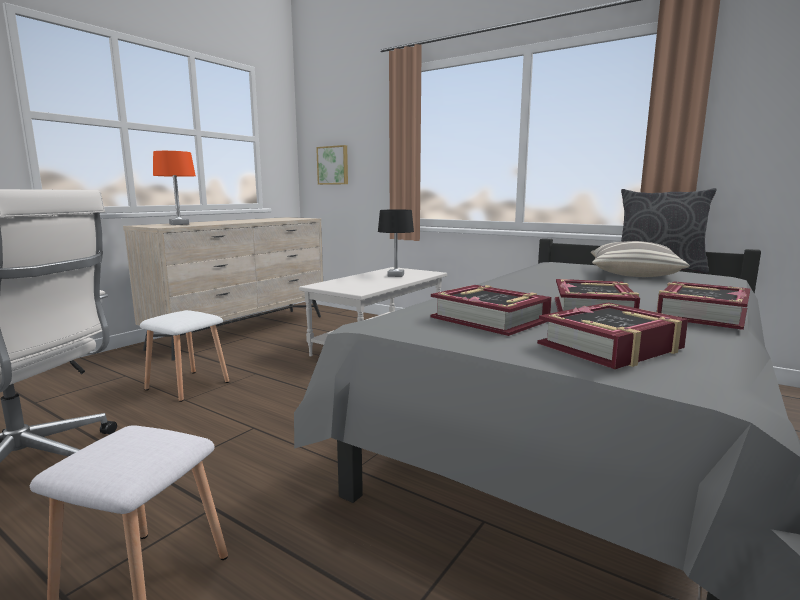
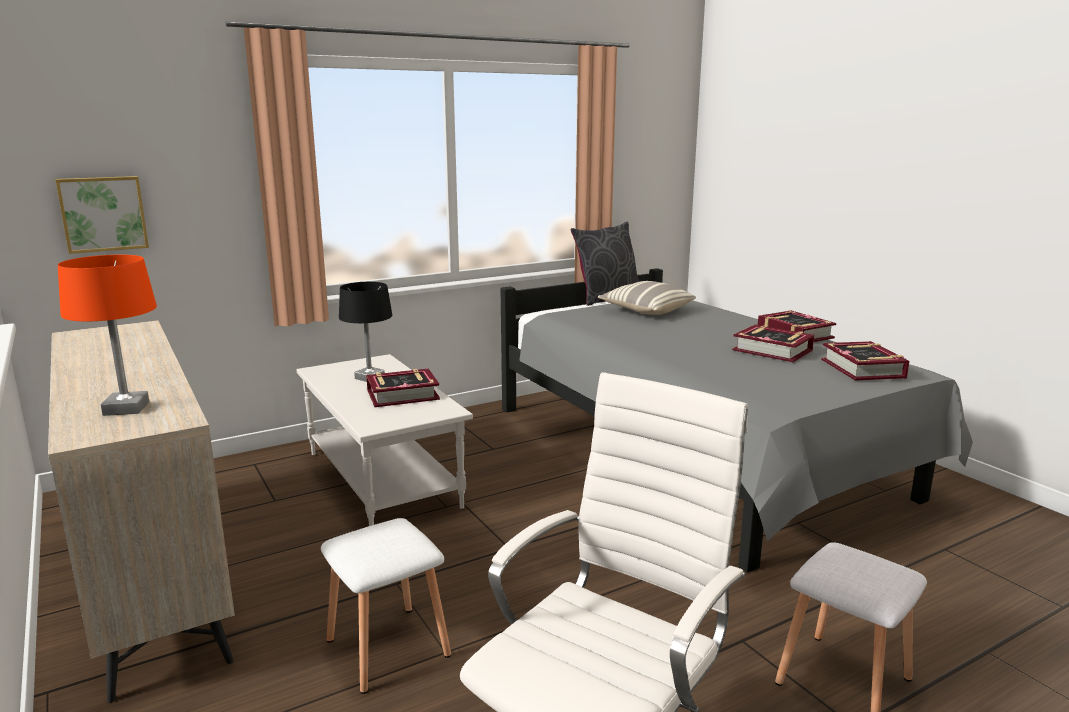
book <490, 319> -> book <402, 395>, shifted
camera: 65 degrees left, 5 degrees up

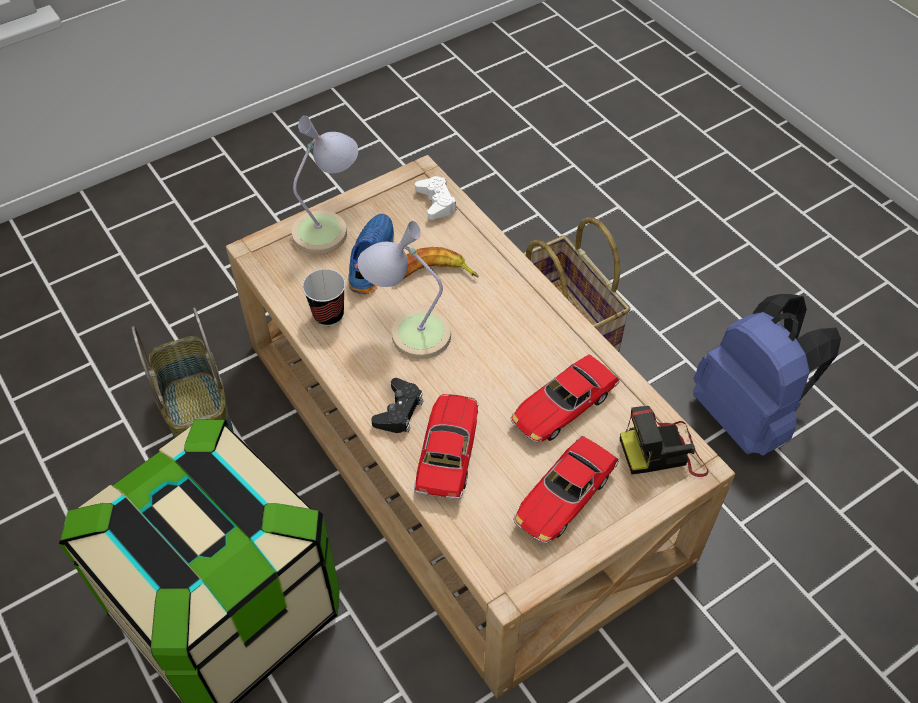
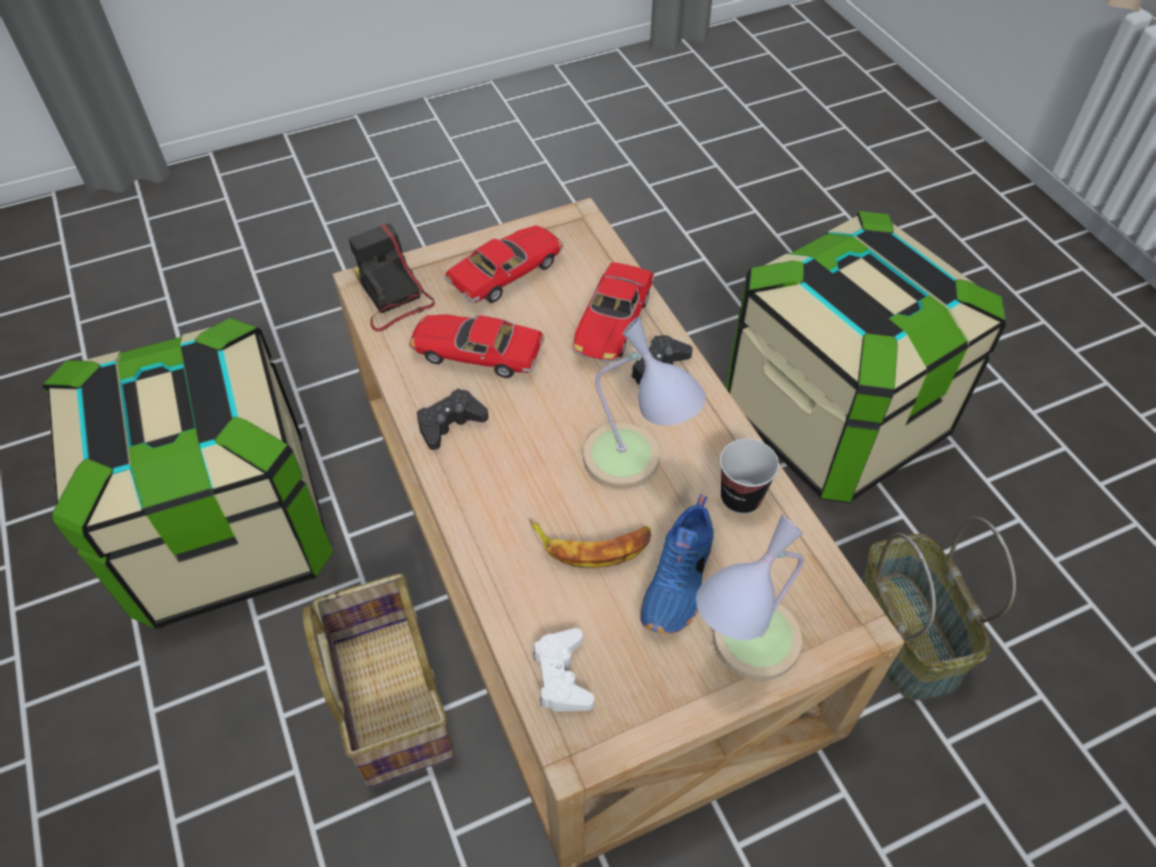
miniature car <562, 407> -> miniature car <477, 353>, 135 degrees counterclockwise
photo camera <663, 452> -> photo camera <392, 296>, 120 degrees counterclockwise
knapsack (bluish) <747, 416> -> storage box <227, 532>
none -> gamepad (black) <450, 423>
camera: 170 degrees left, 0 degrees up

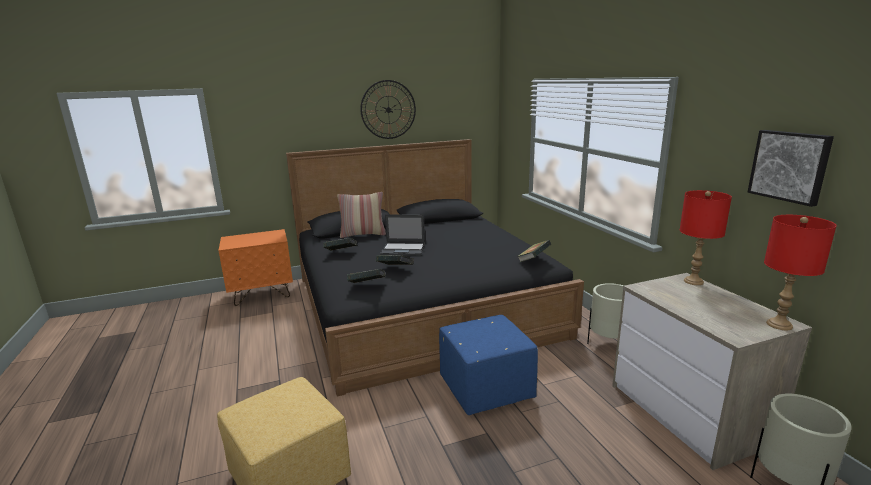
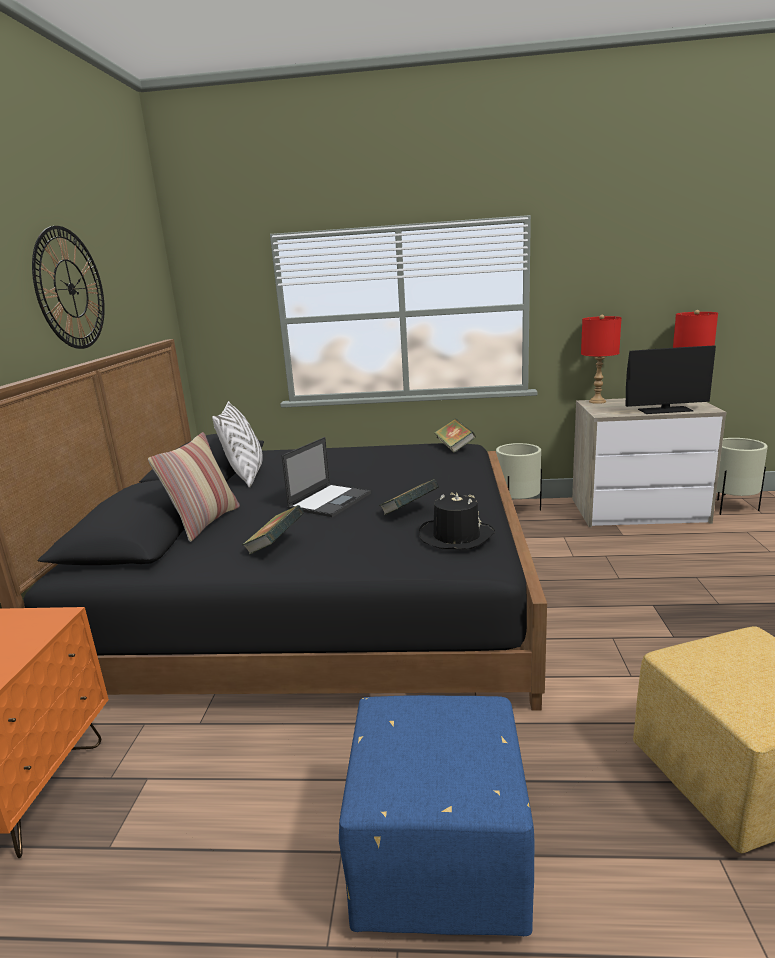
book <367, 286> -> hat (black) <456, 536>
ottoman (bluish) <486, 389> -> ottoman (bluish) <436, 859>, shifted
wall art <789, 166> -> none
none -> throw pillow (white) <246, 476>
none -> monitor <665, 410>
camera: 65 degrees left, 0 degrees up

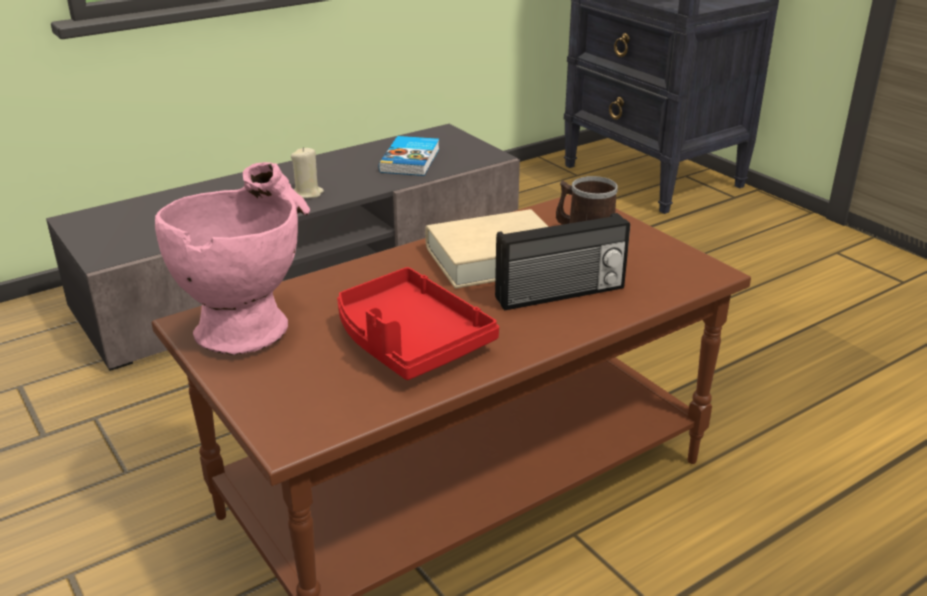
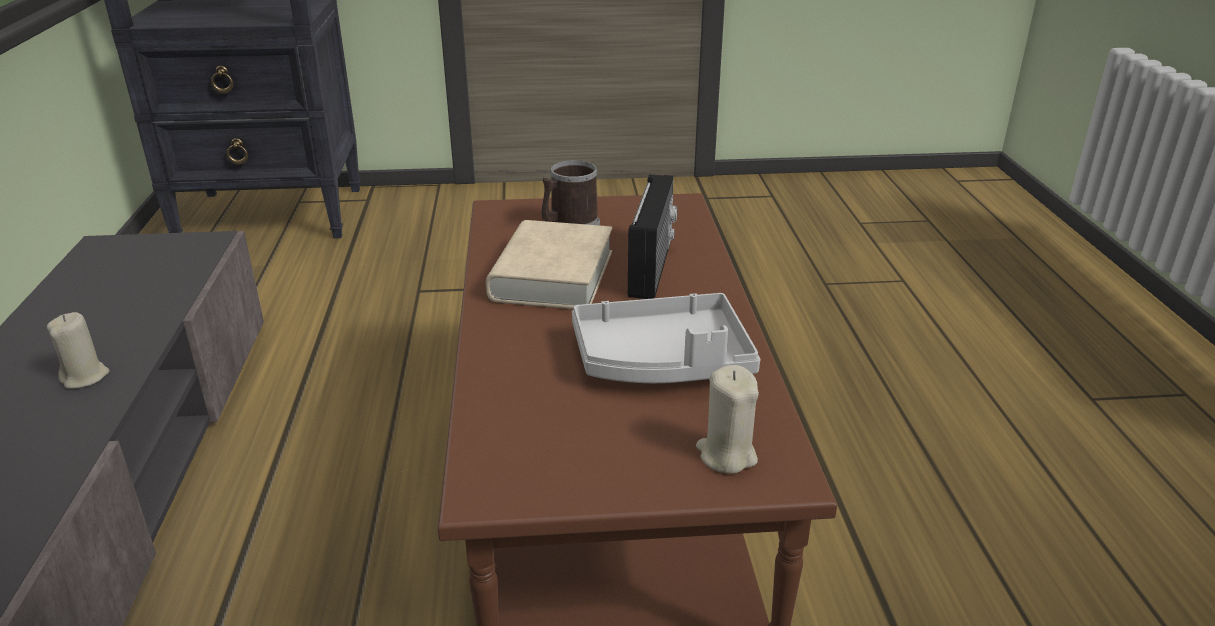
flower vase (pink-coloured) <249, 323> -> none
tray (red-coloured) <409, 341> -> tray (gray) <662, 361>
book <411, 160> -> none
none -> wax light (beige) <726, 455>
camera: 60 degrees left, 0 degrees up

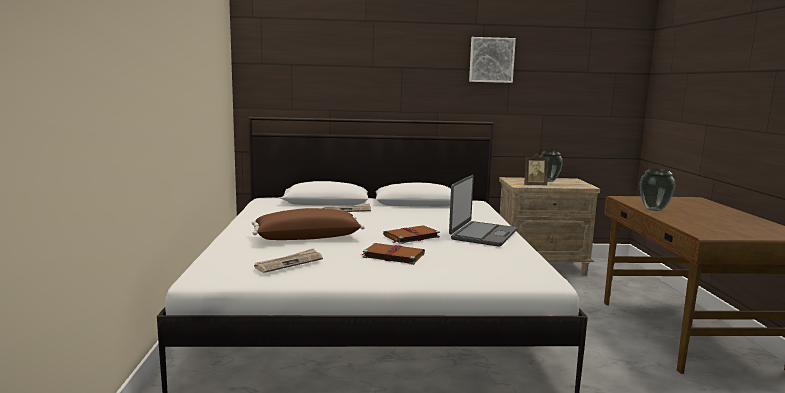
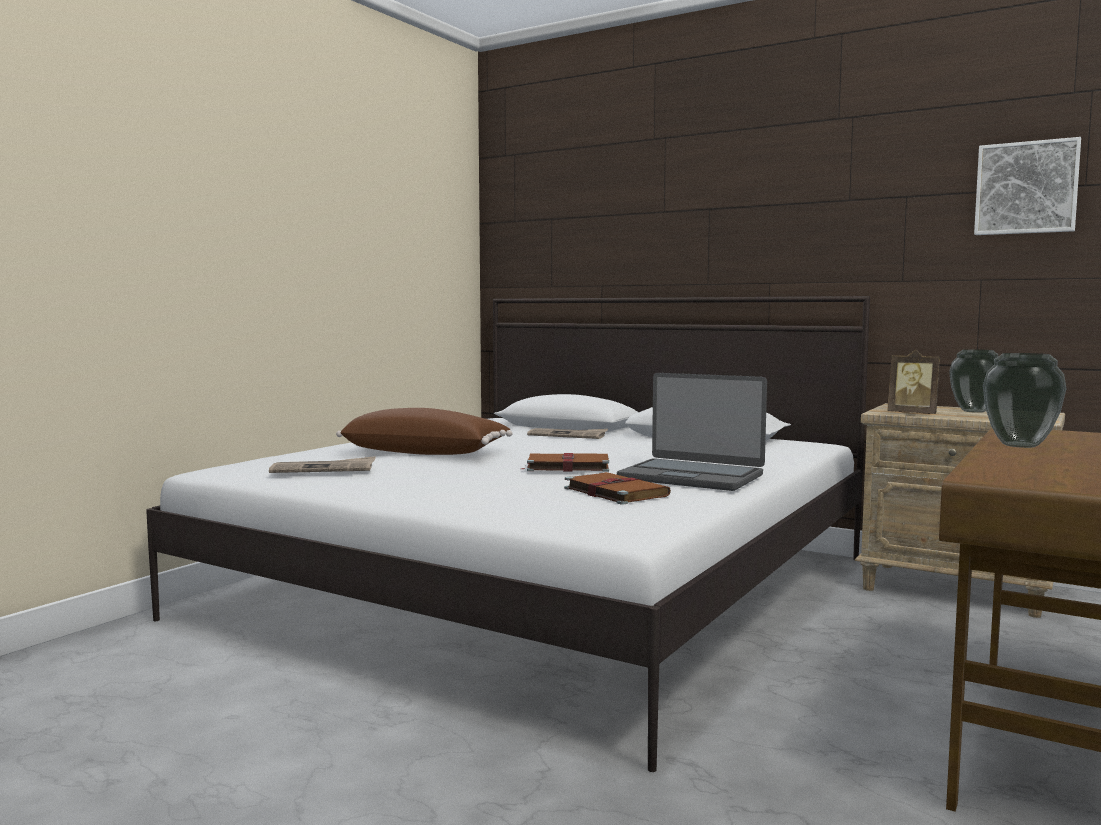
book (brown-coloured) <392, 255> -> book (brown-coloured) <614, 492>, shifted
laptop <482, 235> -> laptop <691, 477>, 60 degrees clockwise
wall art <491, 60> -> wall art <1026, 188>, shifted
camera: 35 degrees right, 5 degrees down

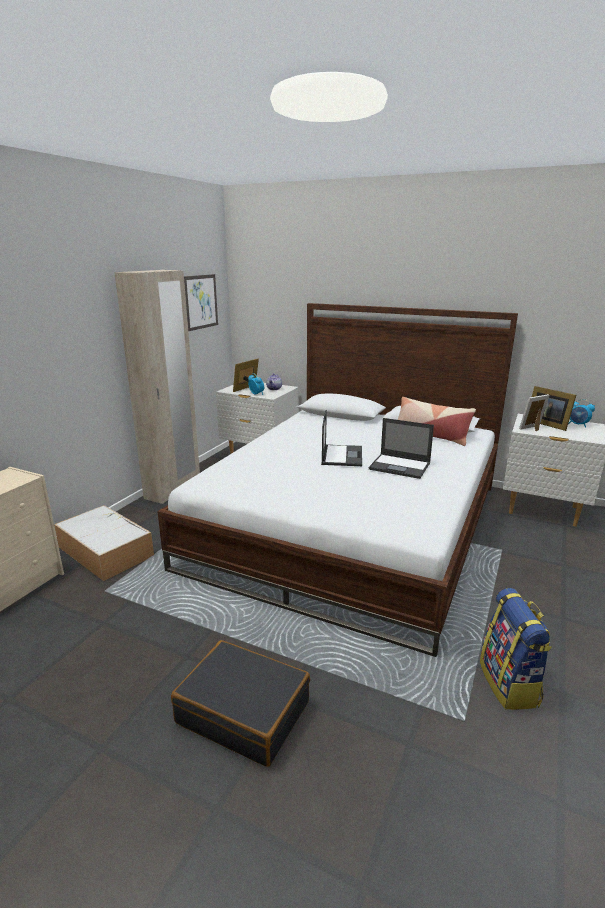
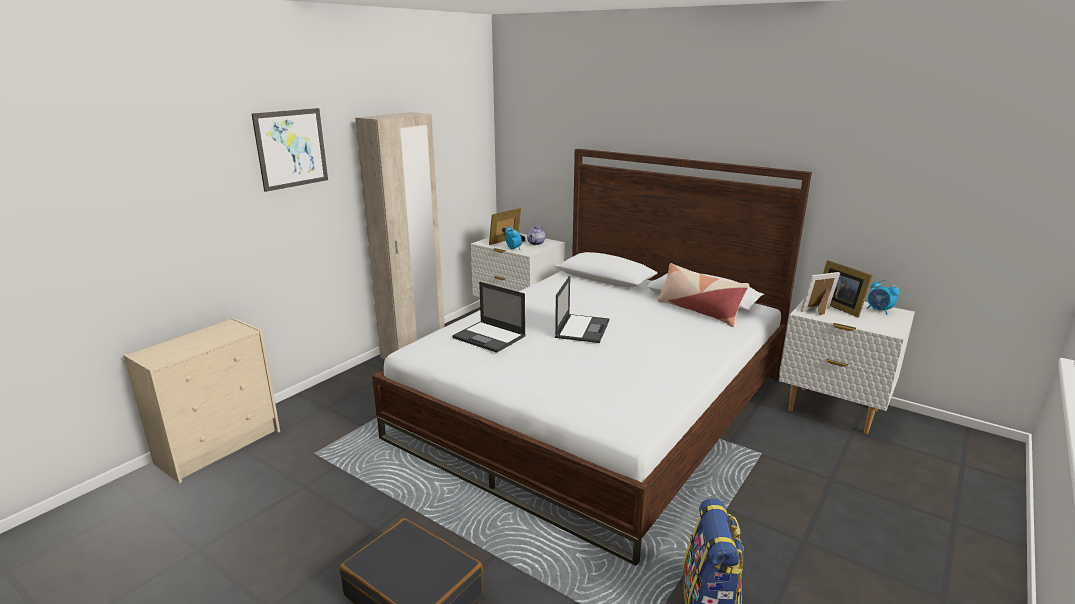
storage box <104, 551> -> none
wall art <201, 302> -> wall art <291, 148>, shifted
laptop <400, 466> -> laptop <490, 337>, shifted
camera: 10 degrees right, 0 degrees up

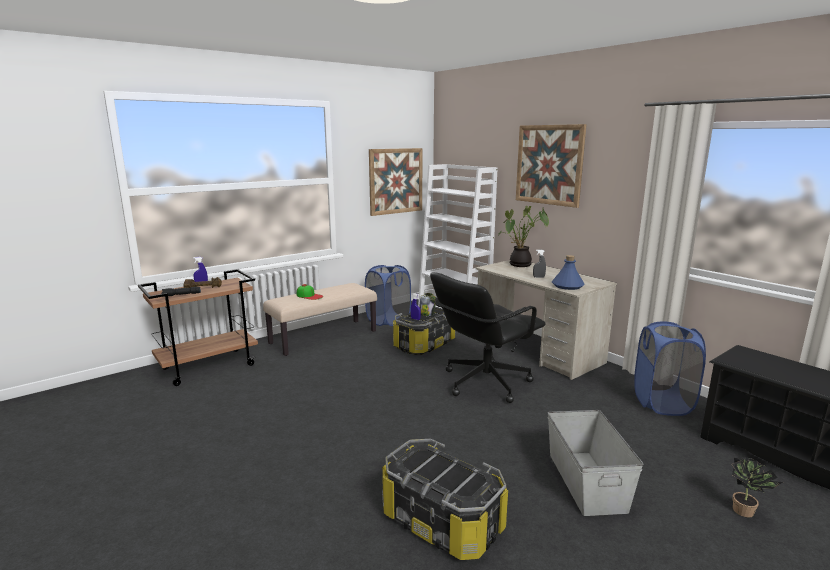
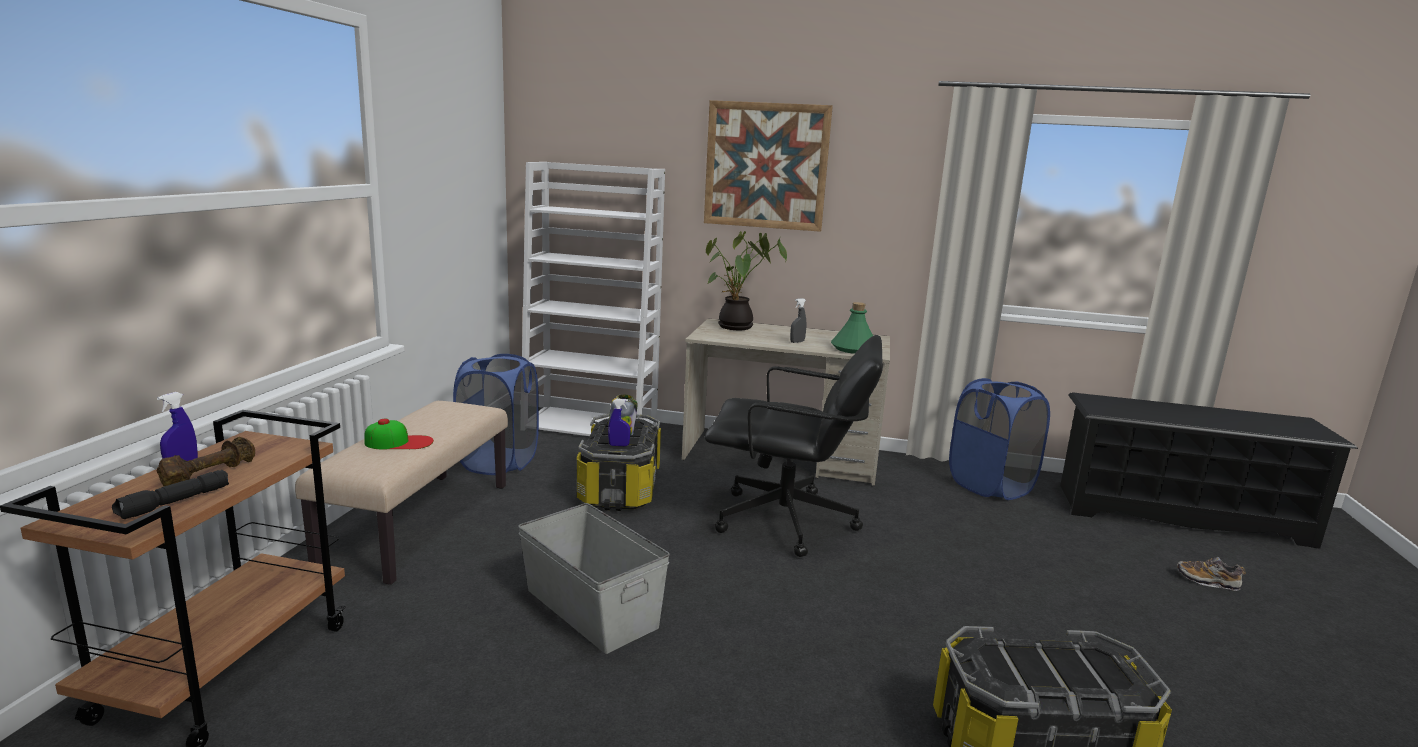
wall art <396, 181> -> none
office chair (black) <484, 382> -> office chair (black) <786, 522>, 90 degrees counterclockwise
storage box (gray) <586, 481> -> storage box (gray) <591, 607>, shifted
beverage bottle (bluish) <567, 286> -> beverage bottle (green-coloured) <853, 349>
houseplant <746, 512> -> low shoe <1207, 581>
camera: 40 degrees left, 0 degrees up

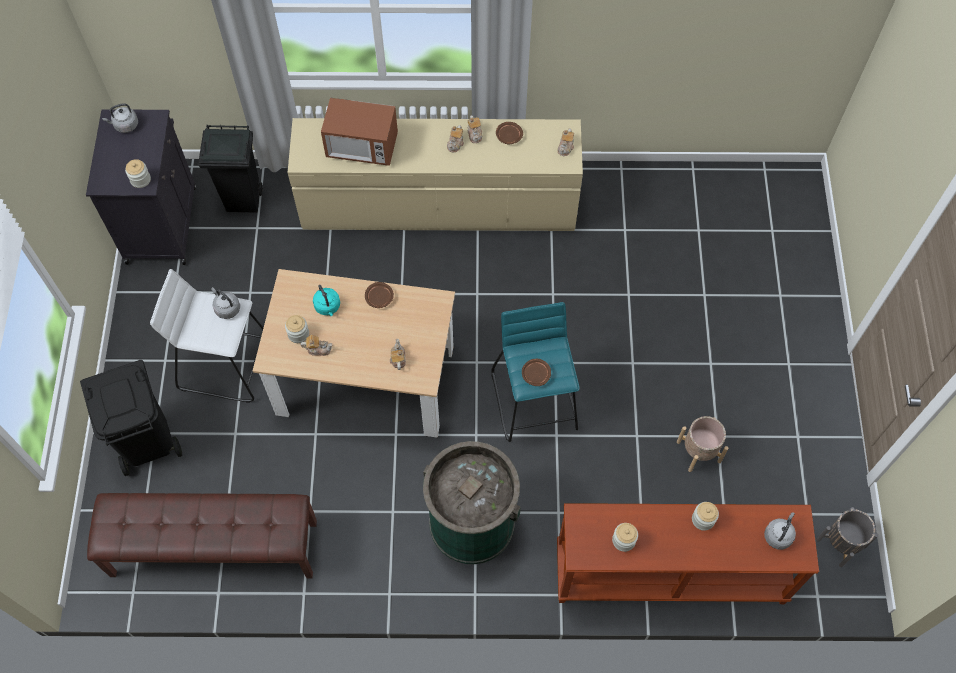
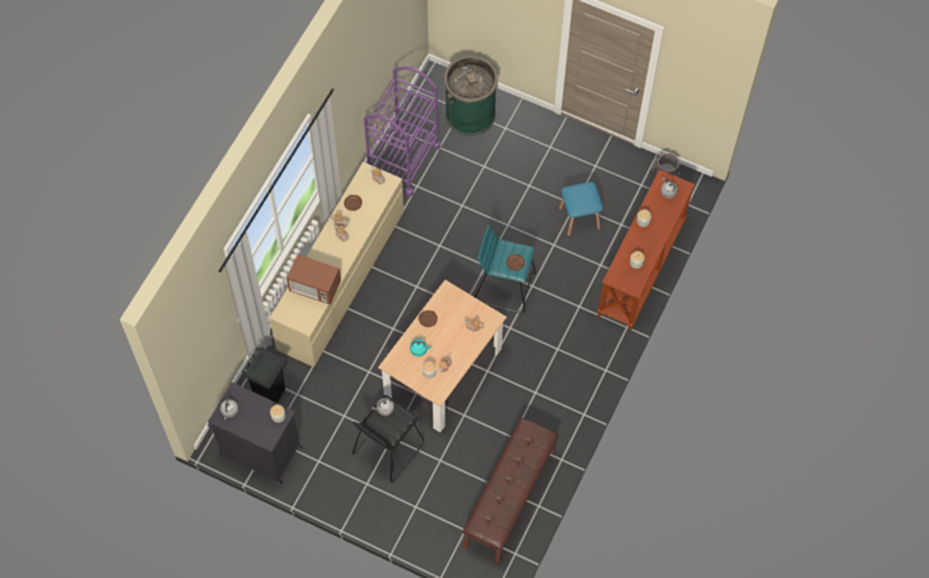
waste bin (black) <148, 440> -> none
stool seat (white) <226, 363> -> stool seat (black) <388, 448>
microwave <362, 147> -> microwave <315, 287>, 75 degrees clockwise
waste bin (green-coloured) <472, 522> -> waste bin (green-coloured) <470, 114>, shifted
flower pot (beige) <699, 451> -> stool seat (bluish) <579, 218>
none -> cart (purple-coloured) <403, 161>
camera: 65 degrees left, 0 degrees up

